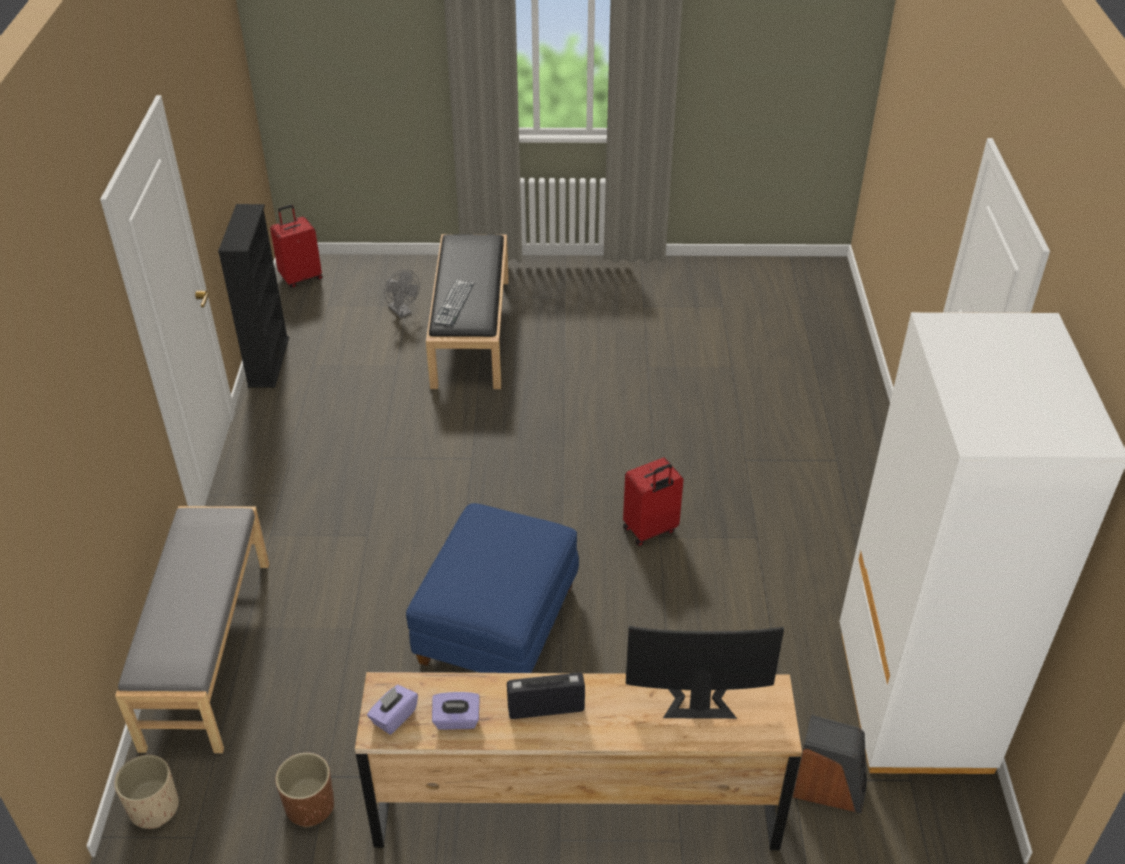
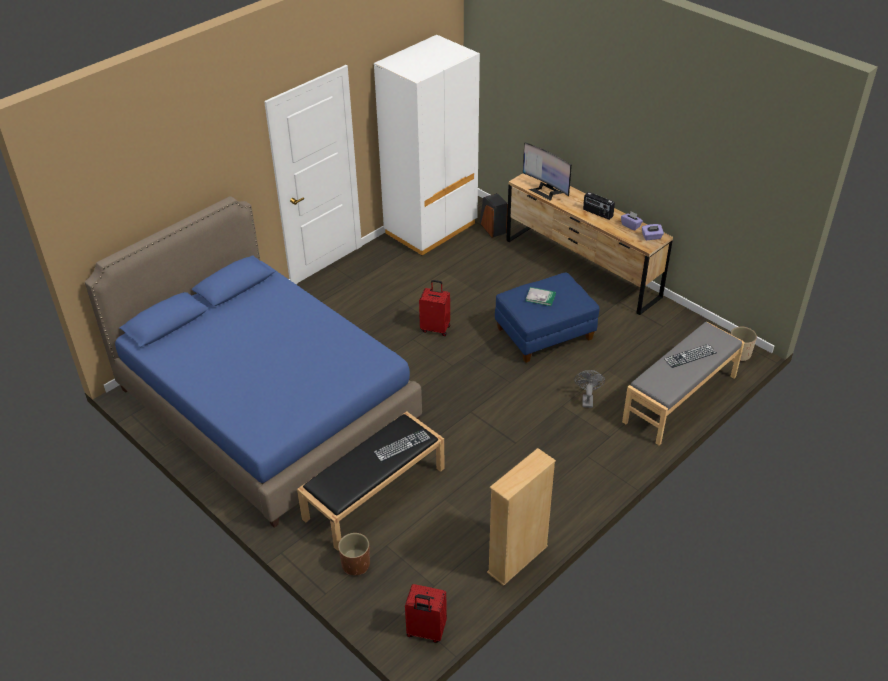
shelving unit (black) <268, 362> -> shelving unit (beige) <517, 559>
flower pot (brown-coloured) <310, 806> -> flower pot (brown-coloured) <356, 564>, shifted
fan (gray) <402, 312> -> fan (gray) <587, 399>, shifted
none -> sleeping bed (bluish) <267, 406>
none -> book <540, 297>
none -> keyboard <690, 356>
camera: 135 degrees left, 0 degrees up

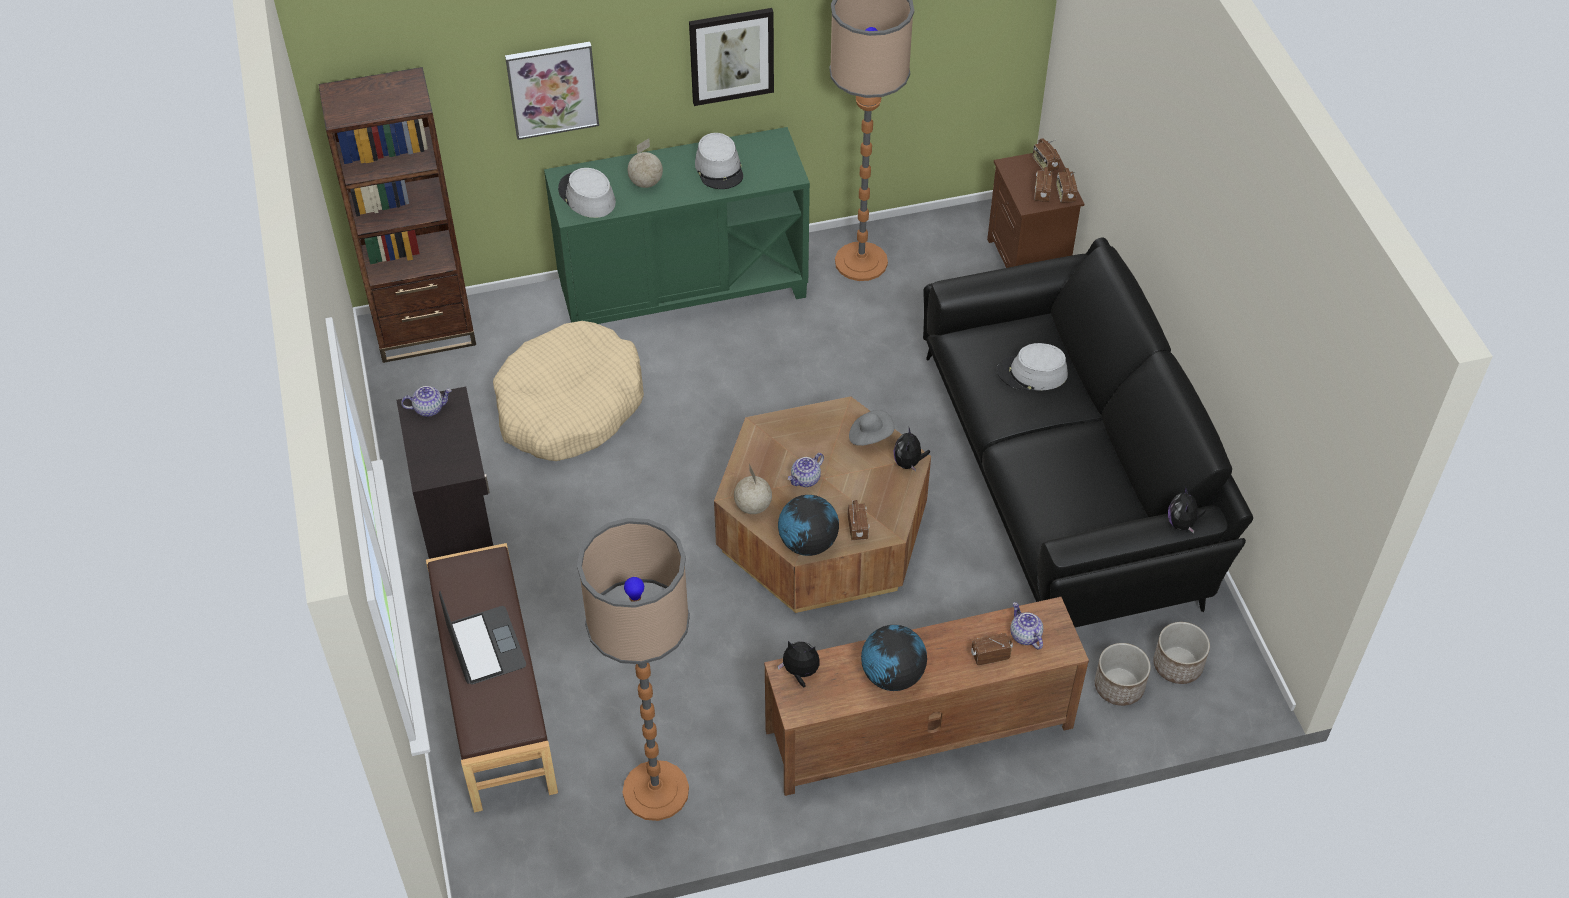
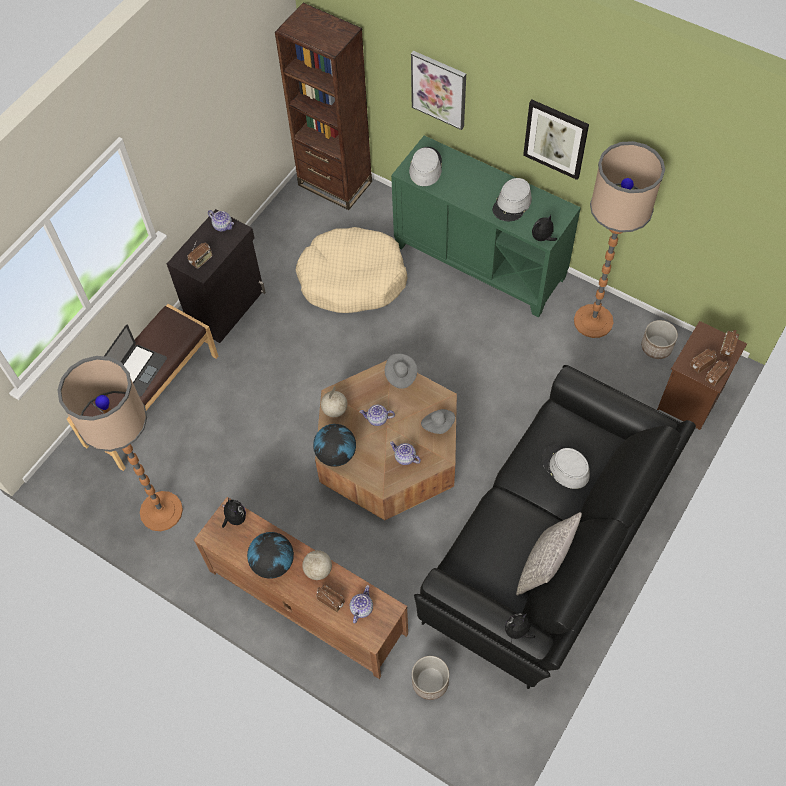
world globe <646, 183> -> world globe <318, 570>, shifted
radio <858, 528> -> radio <201, 260>, shifted
plush toy <908, 463> -> plush toy <542, 238>, shifted
flower pot <1178, 665> -> flower pot <656, 347>, shifted
none -> hat (gray) <400, 375>
none -> tea pot <405, 457>
none -> throw pillow (gray) <544, 566>
camera: 50 degrees right, 10 degrees up

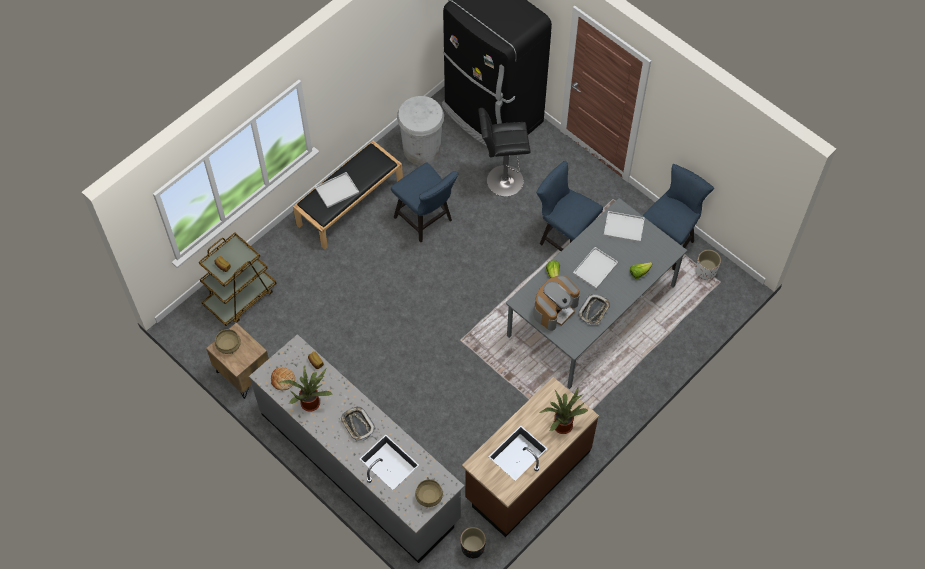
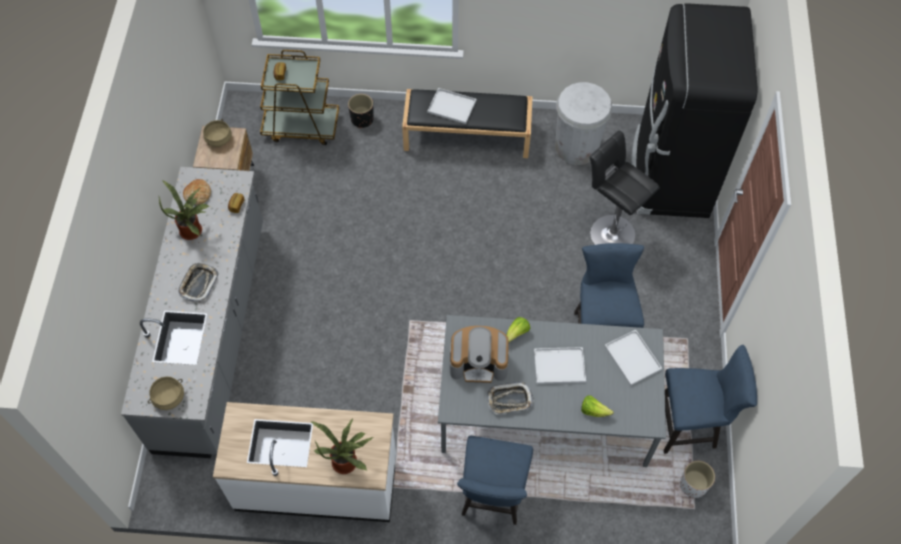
upright chair (bluish) <426, 221> -> upright chair (bluish) <492, 499>, shifted
flower pot (black) <472, 548> -> flower pot (black) <362, 119>, shifted
kitchen base unit (brown-coloured) <527, 474> -> kitchen base unit (white) <317, 482>
camera: 50 degrees right, 0 degrees up

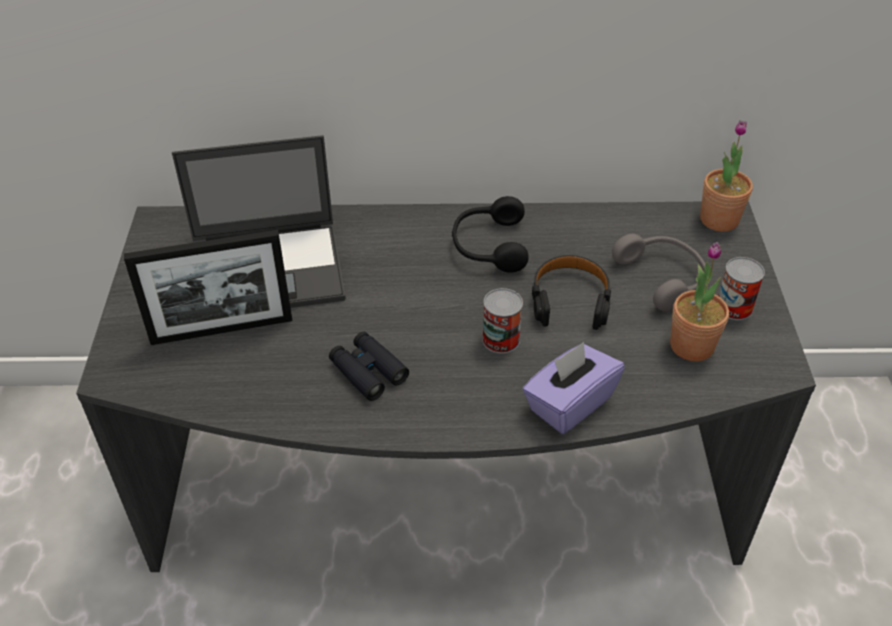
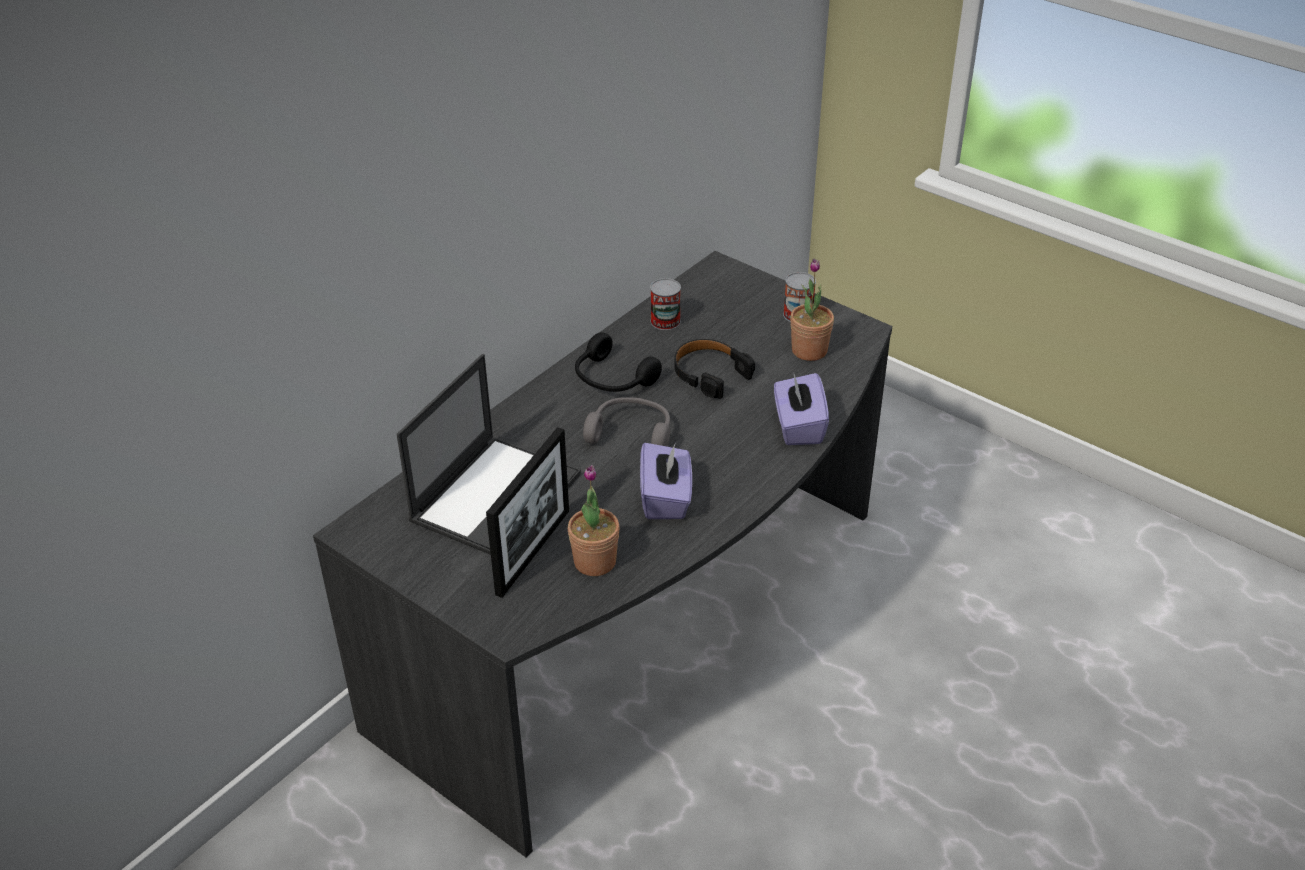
pair of binoculars (black) <368, 371> -> tissue box (purple-coloured) <666, 499>
metal can <501, 339> -> metal can <665, 321>, shifted
pair of headphones (gray) <663, 278> -> pair of headphones (gray) <631, 433>, shifted
houseplant <719, 220> -> houseplant <595, 562>, shifted
camera: 50 degrees left, 5 degrees down

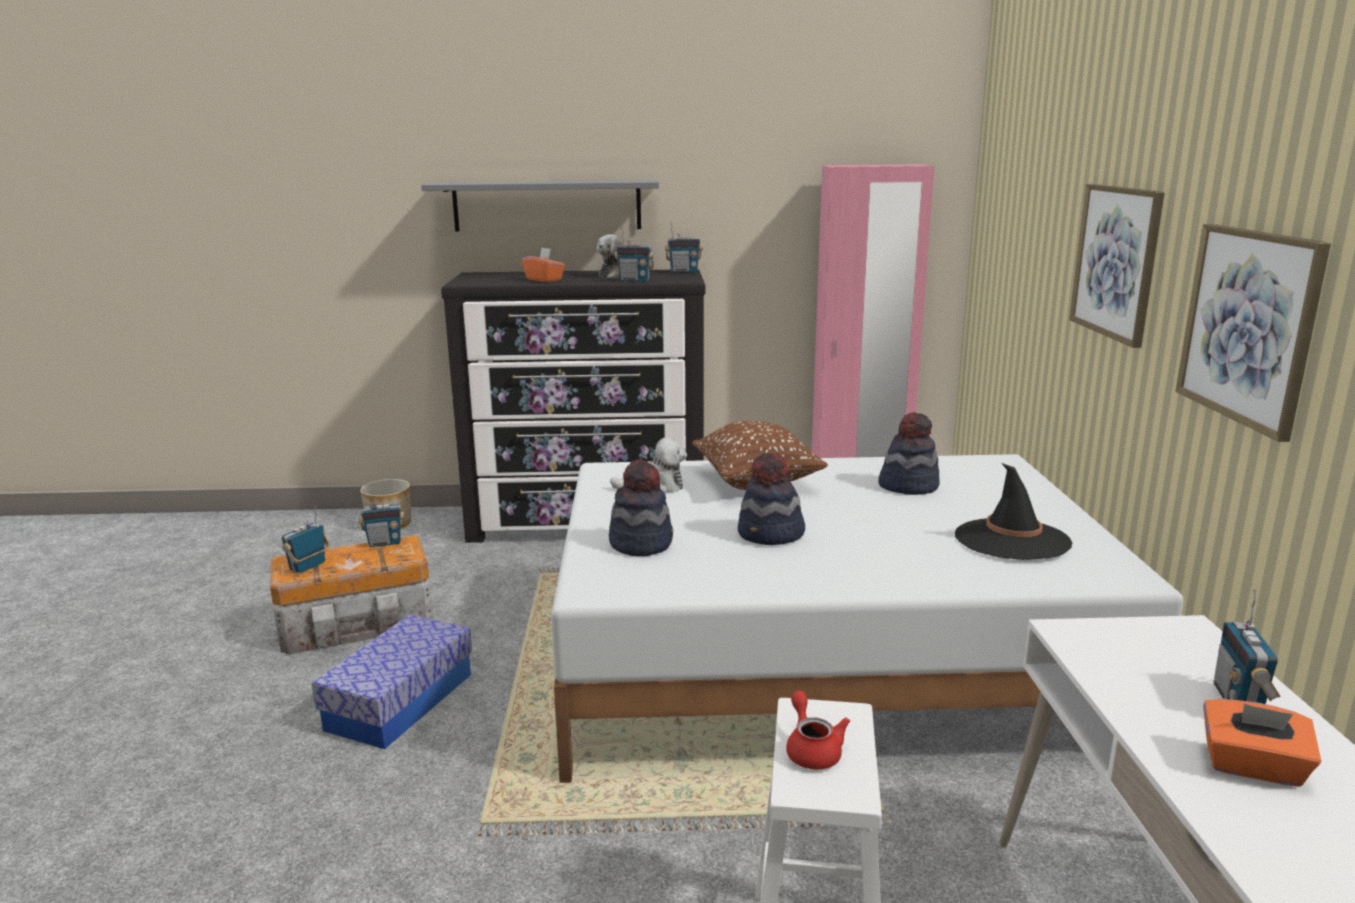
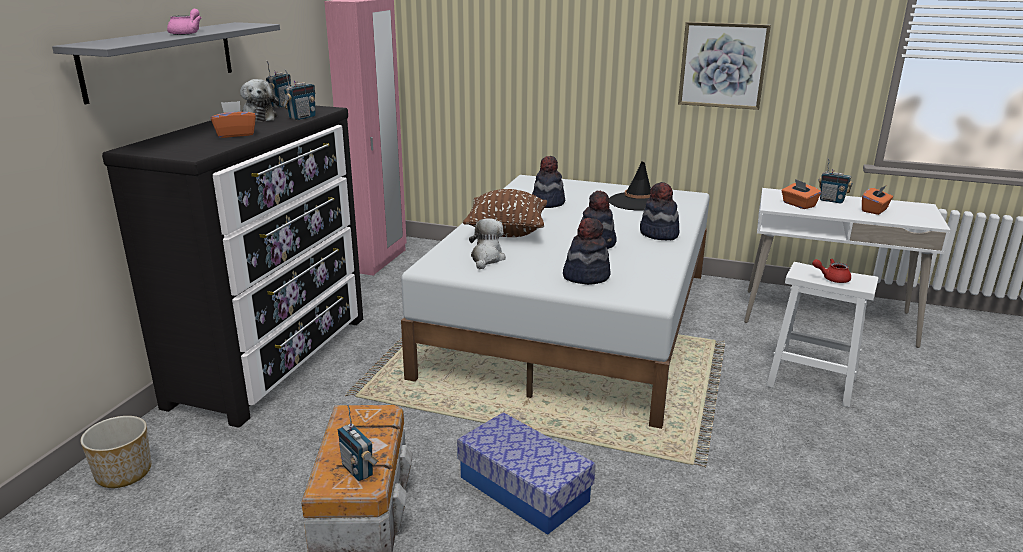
radio <384, 543> -> none
wall art <1116, 262> -> none
none -> tea pot (pink-coloured) <187, 33>
none -> hat <658, 234>
none -> tissue box (orange) <798, 205>
camera: 70 degrees left, 5 degrees up

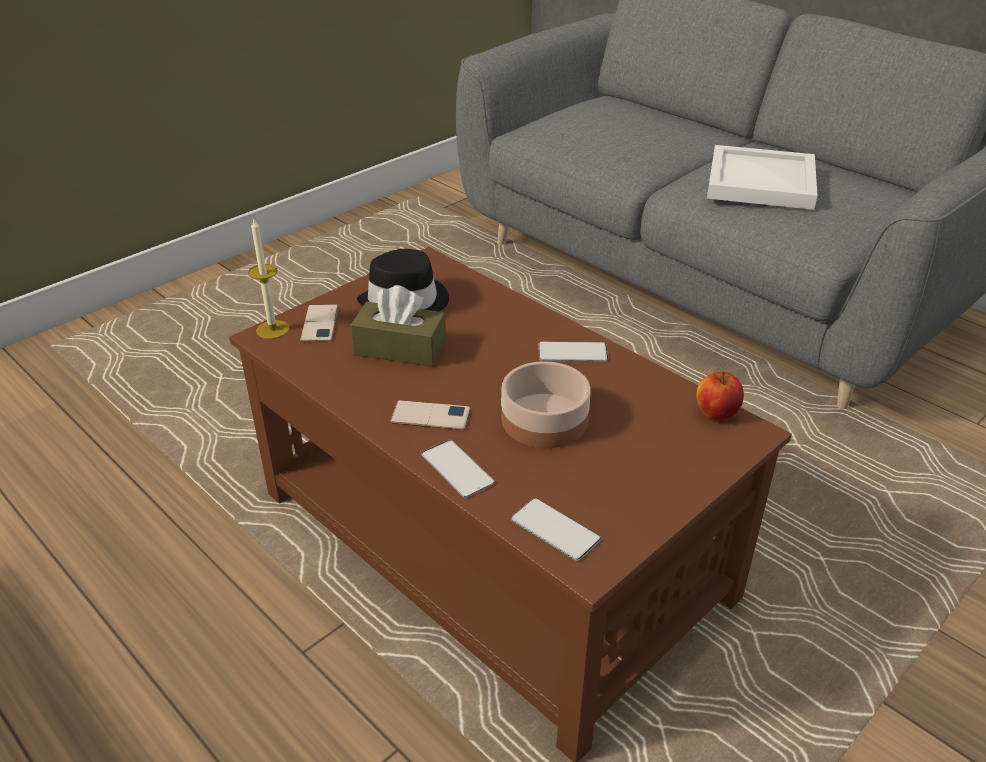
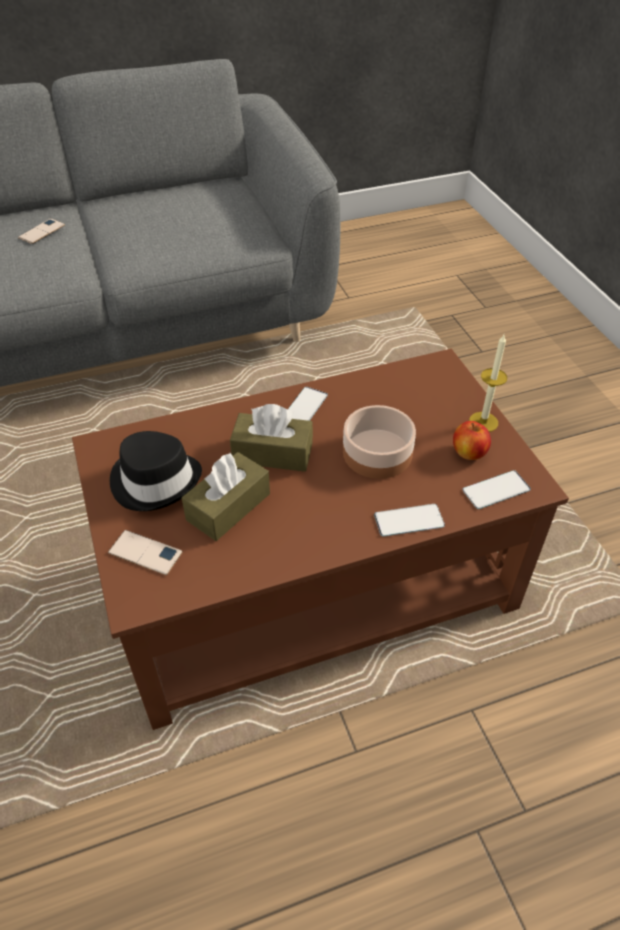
wax light <272, 329> -> wax light <483, 422>, shifted
telephone <430, 416> -> telephone <42, 231>, shifted
whole apple <716, 413> -> whole apple <469, 453>, shifted
tray (white) <759, 181> -> none
none -> tissue box (brown-coloured) <272, 453>
camera: 65 degrees left, 10 degrees up

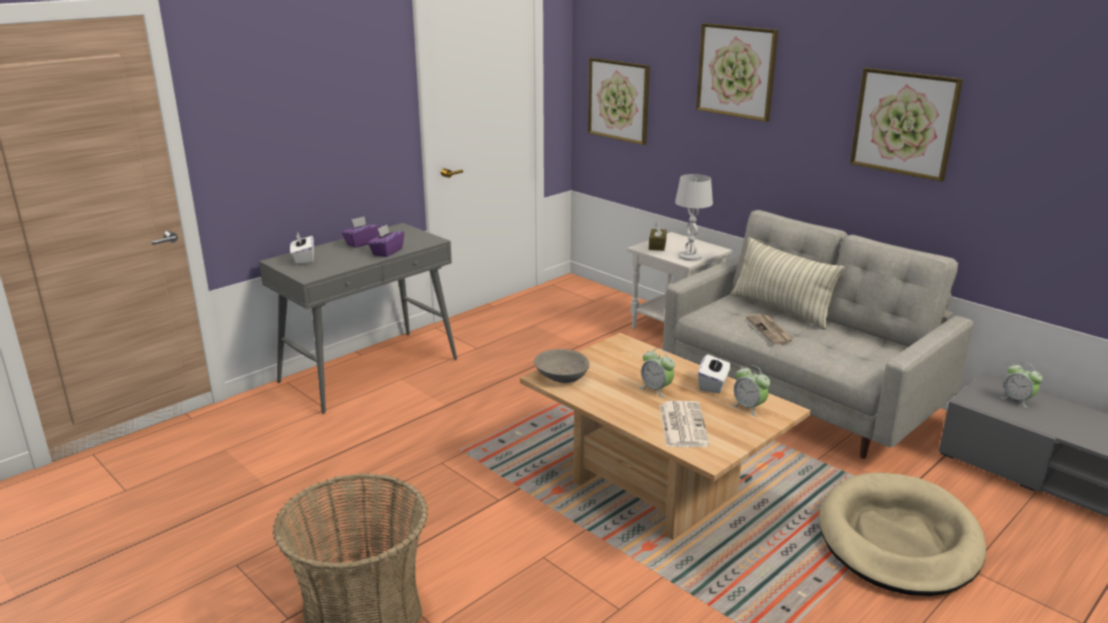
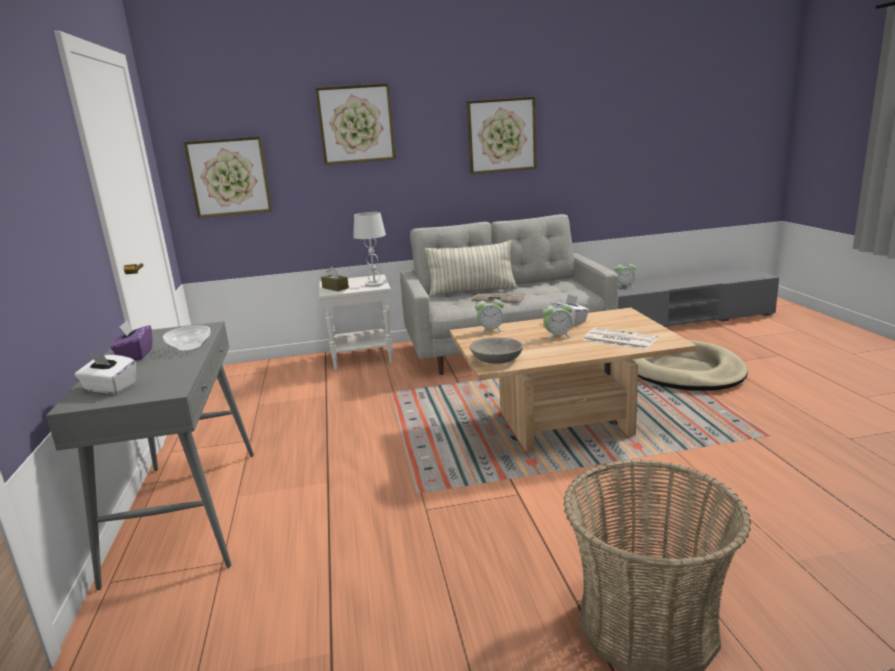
tissue box (purple-coloured) <387, 252> -> serving bowl <190, 347>
bedside clock <749, 407> -> bedside clock <490, 330>, shifted
camera: 55 degrees left, 5 degrees down

